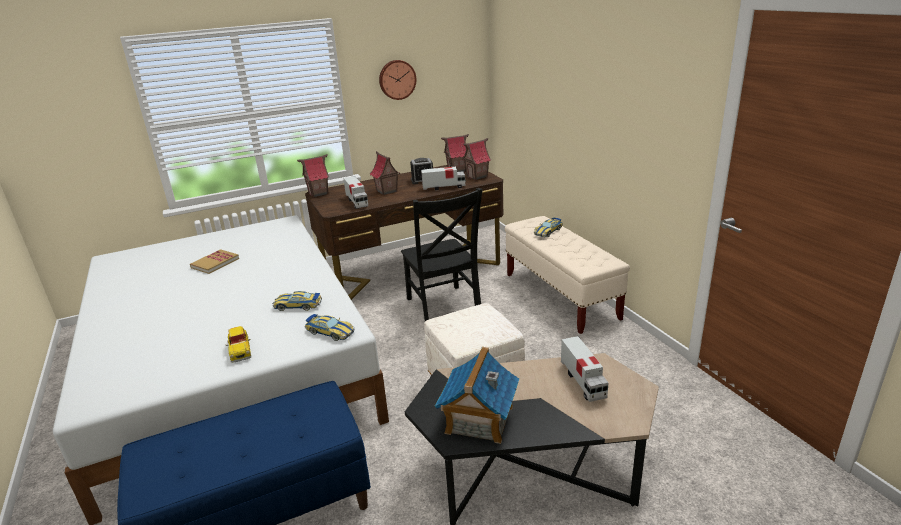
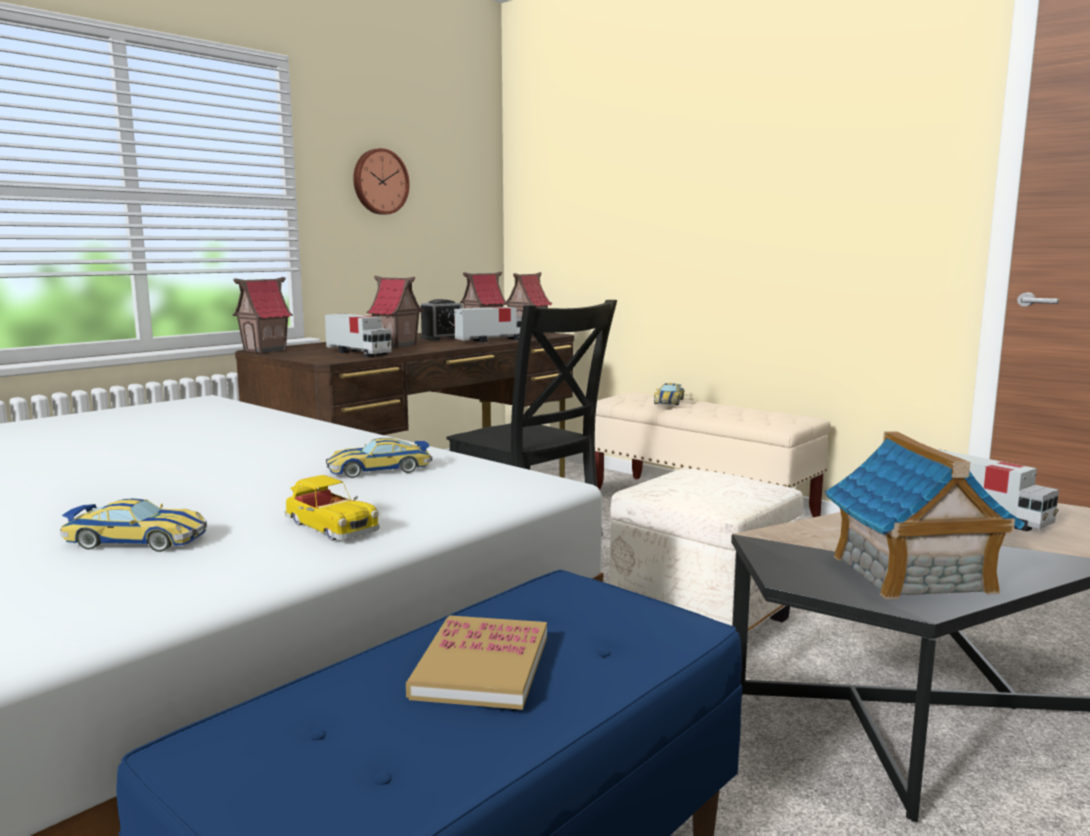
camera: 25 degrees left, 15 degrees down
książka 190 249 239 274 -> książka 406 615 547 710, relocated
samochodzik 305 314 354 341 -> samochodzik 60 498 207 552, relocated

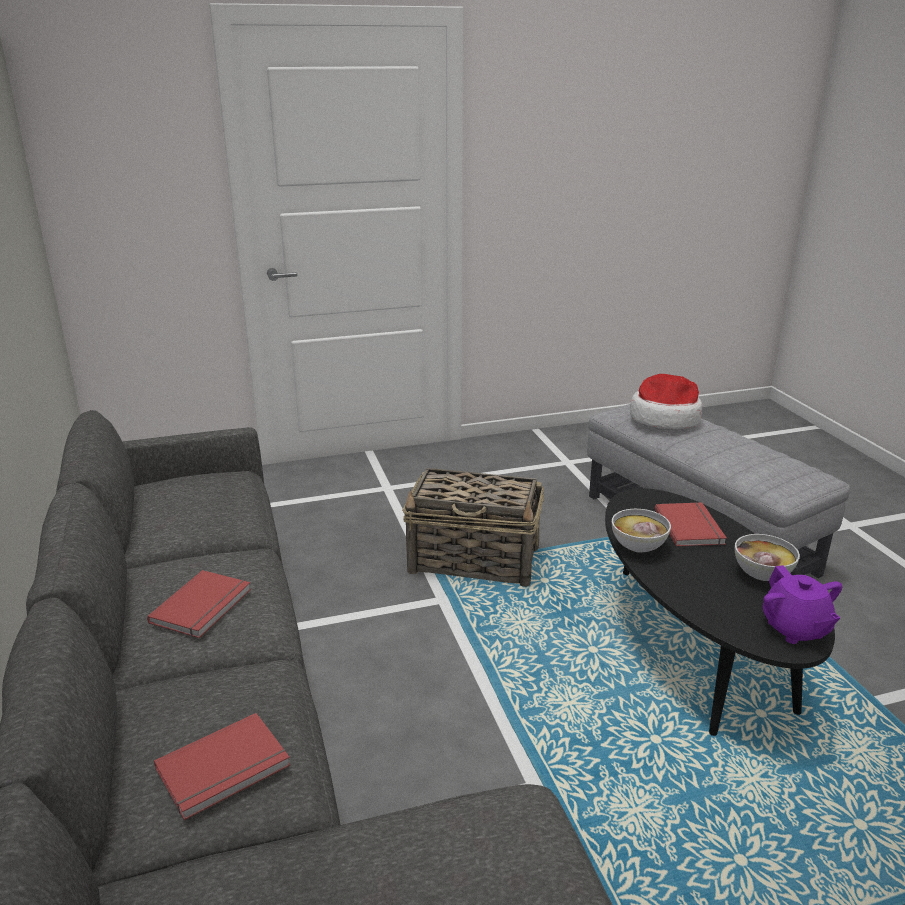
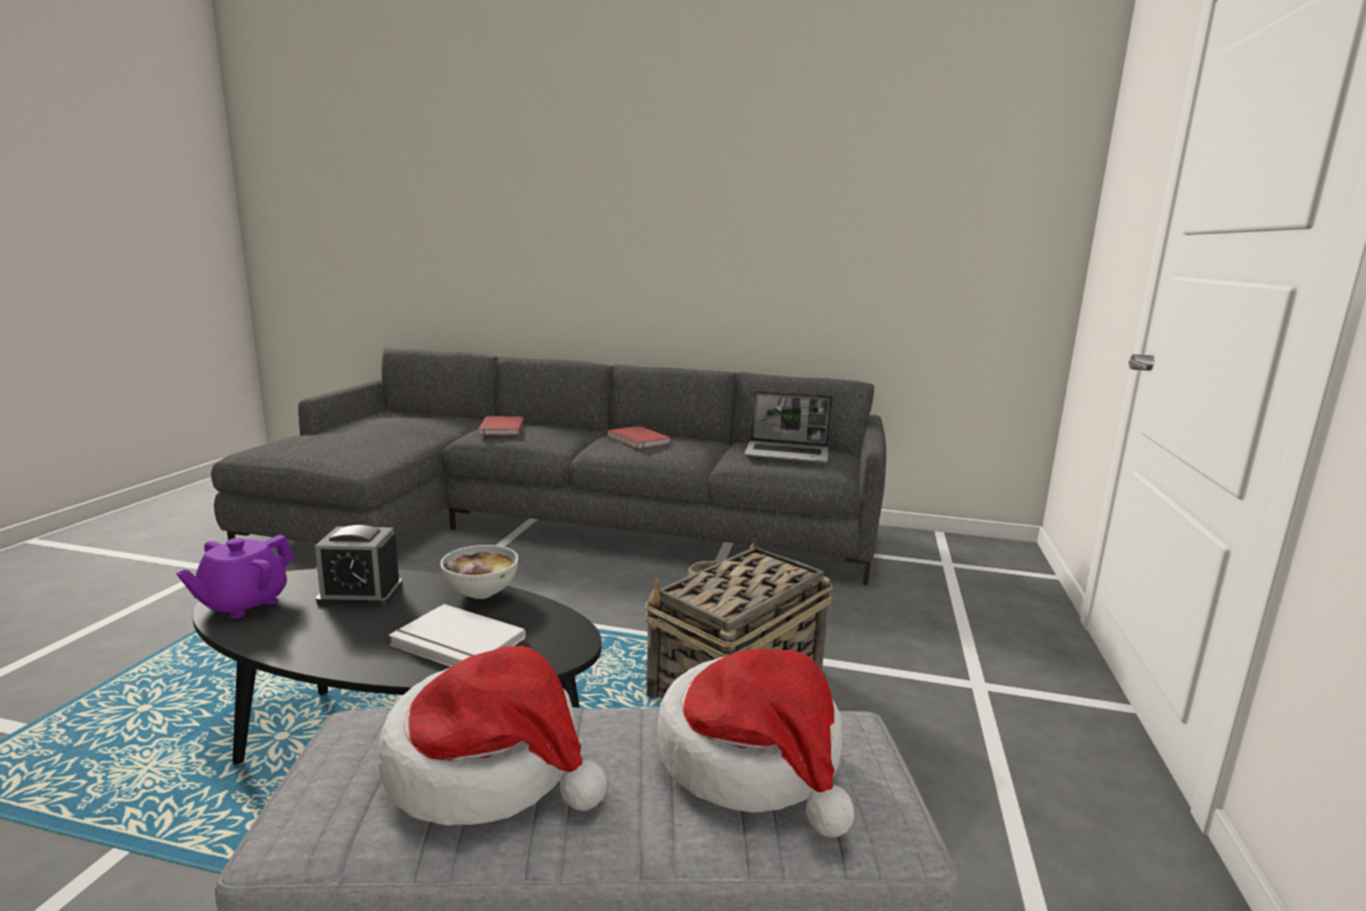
camera: 120 degrees right, 10 degrees down
książka/czerwony 655 502 727 547 -> książka/biały 389 604 526 667
miska 735 534 800 581 -> none
imbryk/fioletowy 763 565 842 644 -> imbryk/fioletowy 176 535 294 619, 75 degrees counterclockwise
none -> laptop 744 390 833 463
none -> budzik 315 525 403 606
none -> kapelusz 378 645 607 826

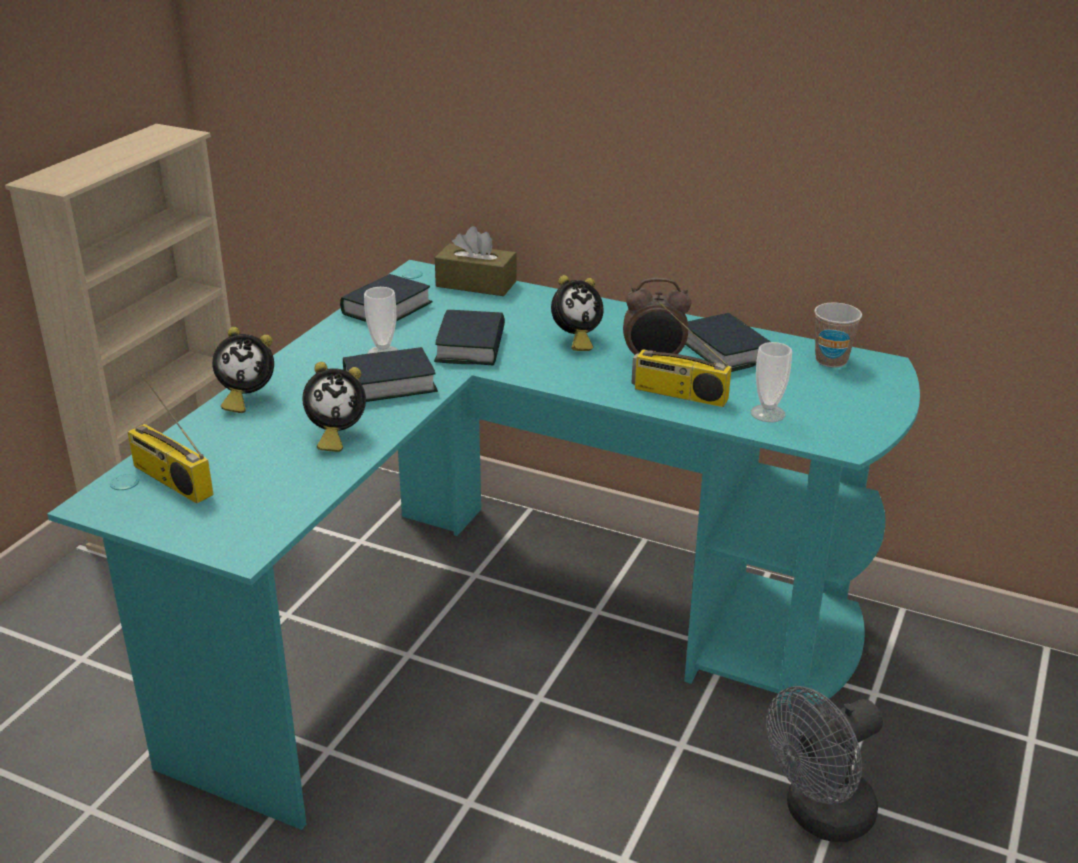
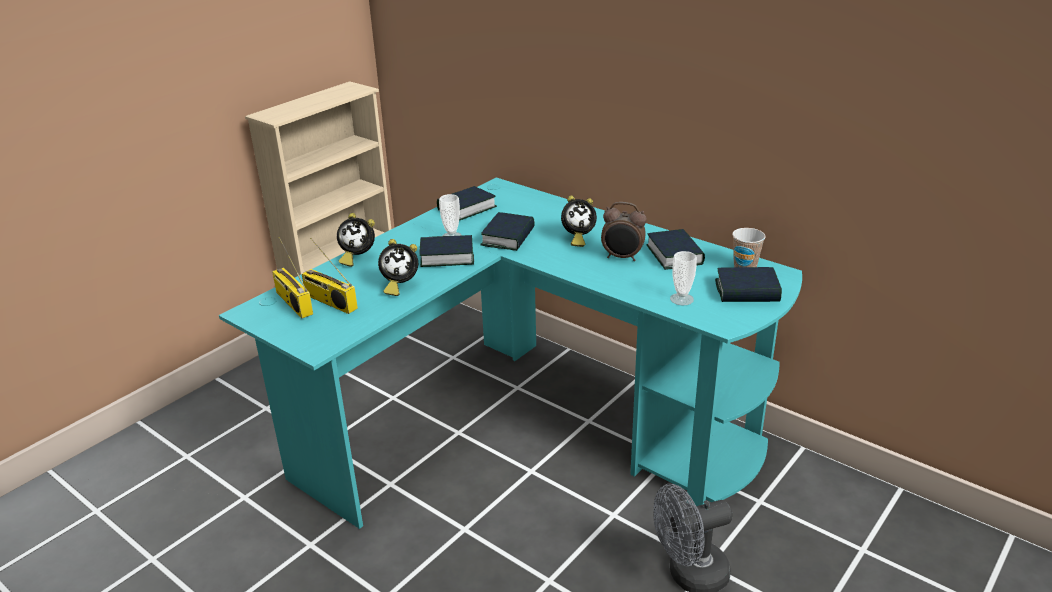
camera: 15 degrees right, 0 degrees up
pudełko chusteczek/brązowy 435 226 517 296 -> none
radio 632 301 732 407 -> radio 302 238 358 314, relocated
none -> książka 715 267 782 302

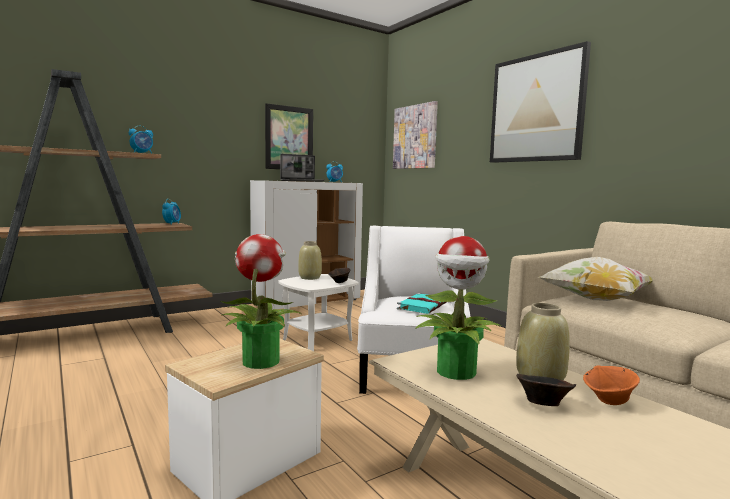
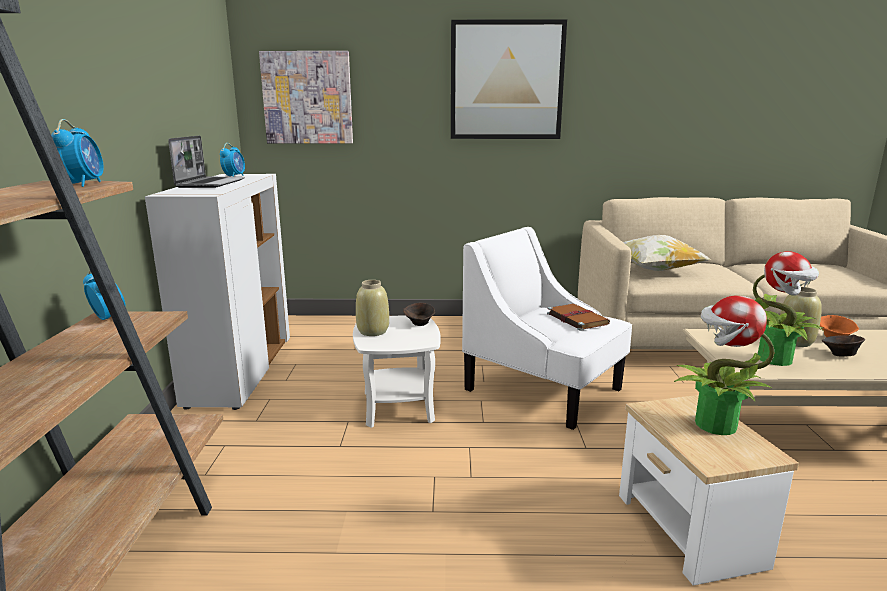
camera: 55 degrees left, 10 degrees up
obraz 265 103 313 169 -> none
książka/turkusowy 397 293 447 314 -> książka/brązowy 547 304 610 331

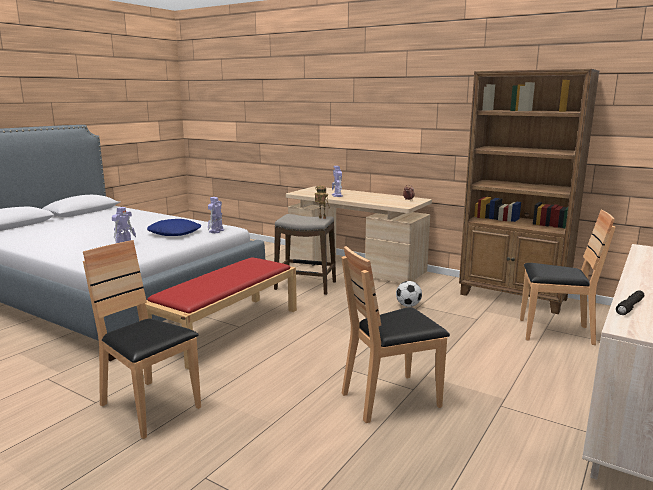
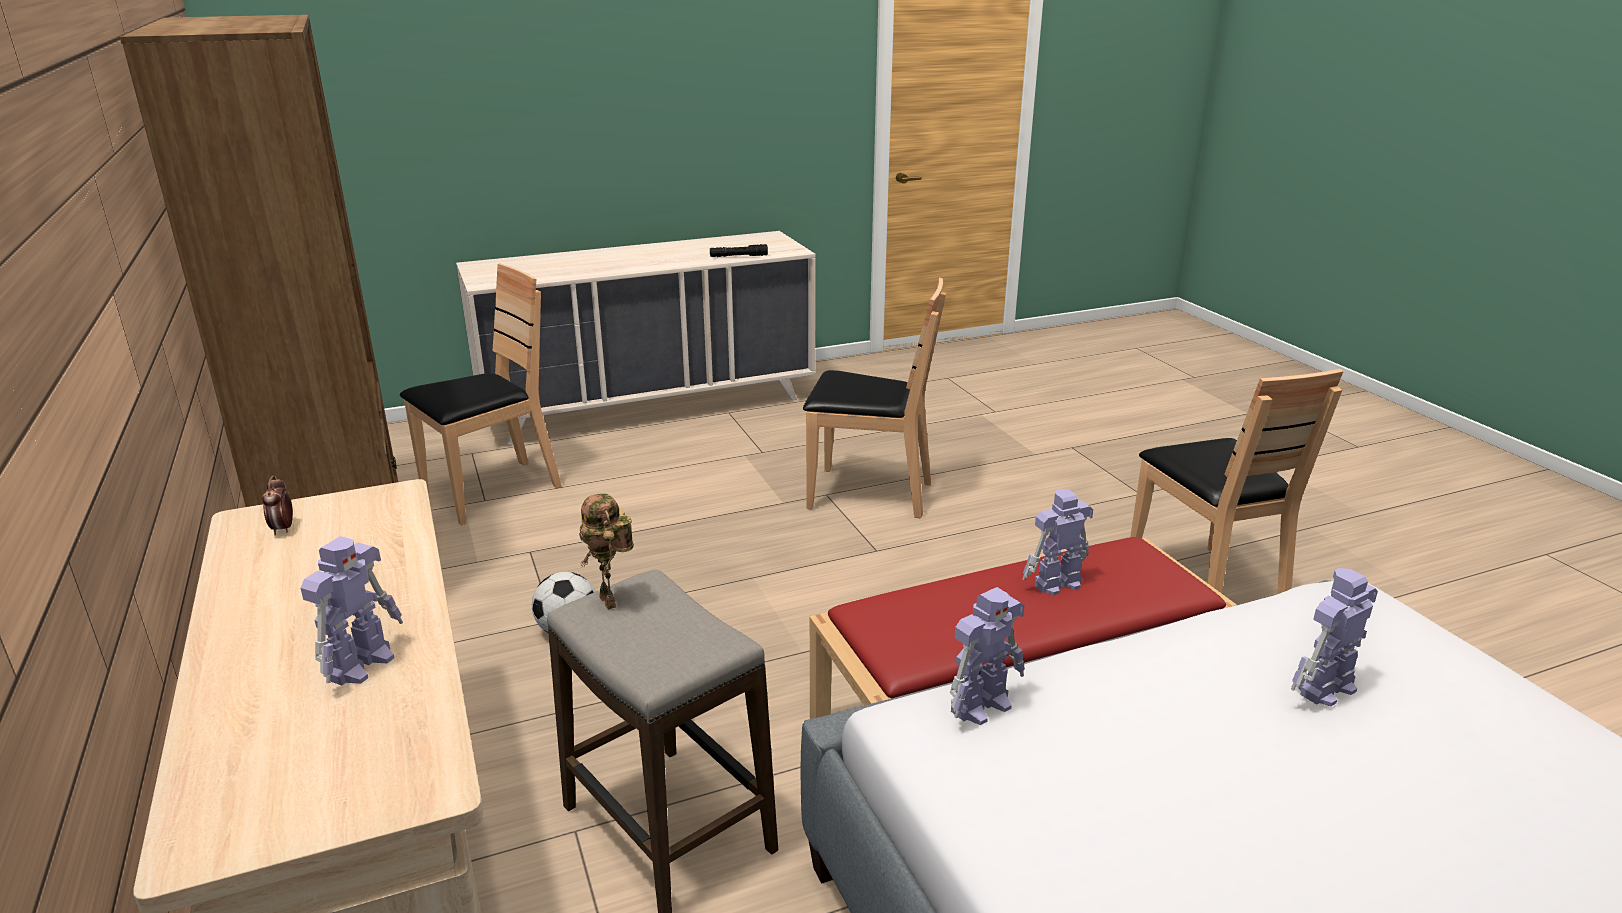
camera: 145 degrees left, 10 degrees up
krzesło/brązowy 520 210 616 345 -> krzesło/brązowy 400 264 562 525, 90 degrees clockwise
poduszka/niebieski 147 219 202 236 -> none
none -> robot zabawkowy 1022 489 1093 595

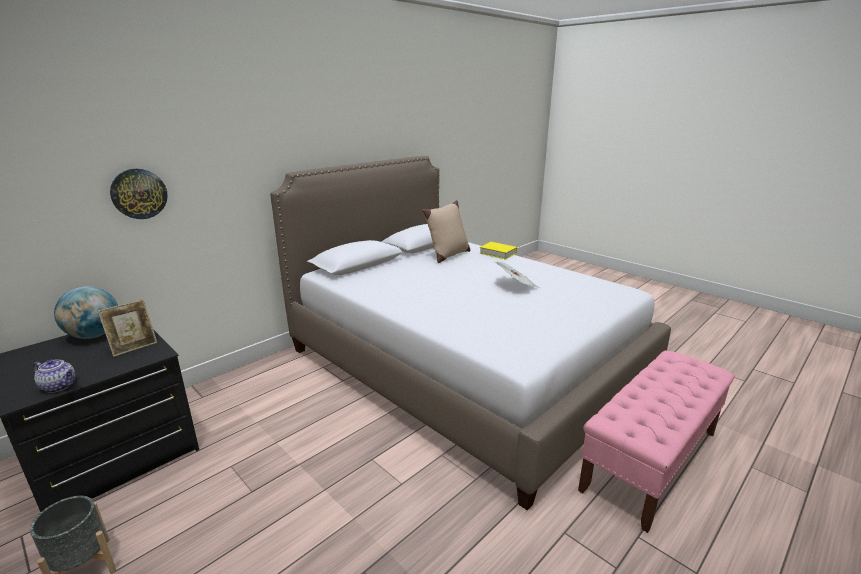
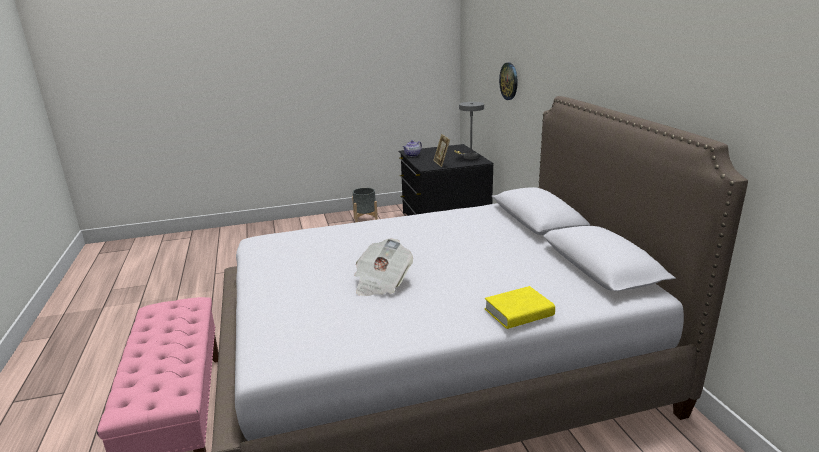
camera: 120 degrees right, 0 degrees up
poduszka/beżowy 422 200 471 263 -> none
globus 54 286 118 339 -> lampa stołowa/szary 454 102 484 159

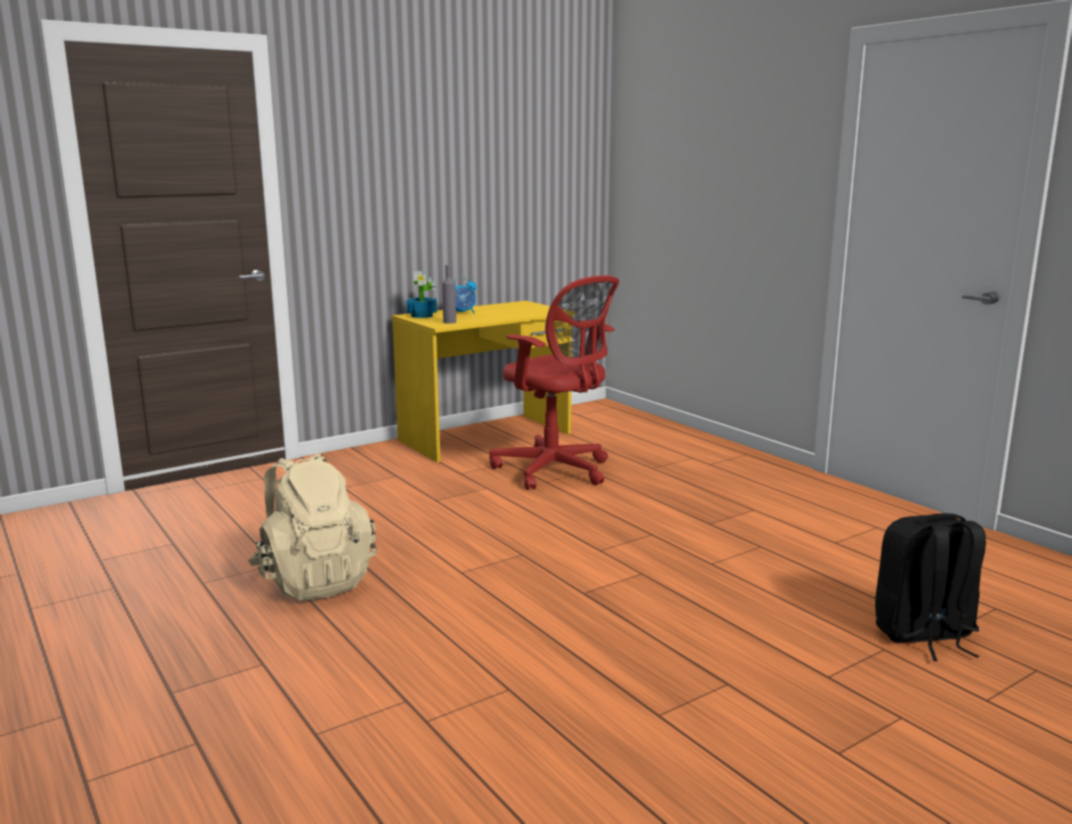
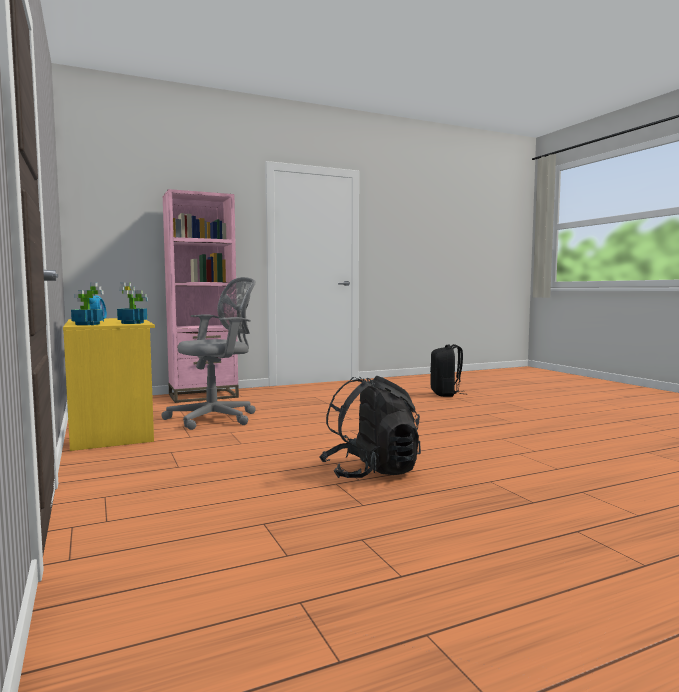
camera: 80 degrees left, 10 degrees down
butelka/szary 442 265 456 324 -> roślina doniczkowa 117 283 148 324
krzesło biurowe/czerwony 489 276 619 490 -> krzesło biurowe/szary 161 277 256 430
plecak/beżowy 248 452 377 601 -> plecak/czarny 319 375 421 478
none -> regał/różowy 163 189 239 403

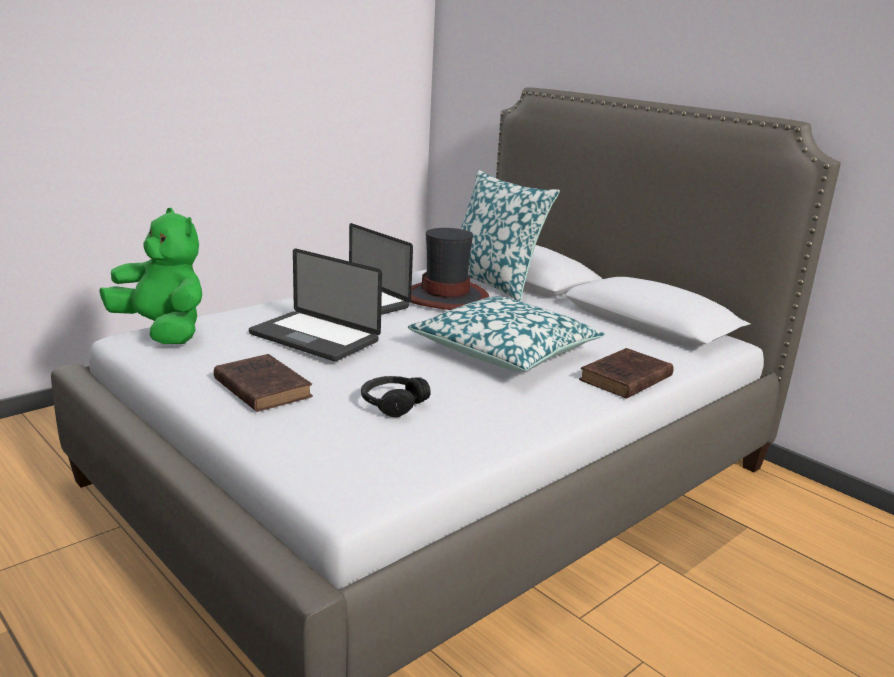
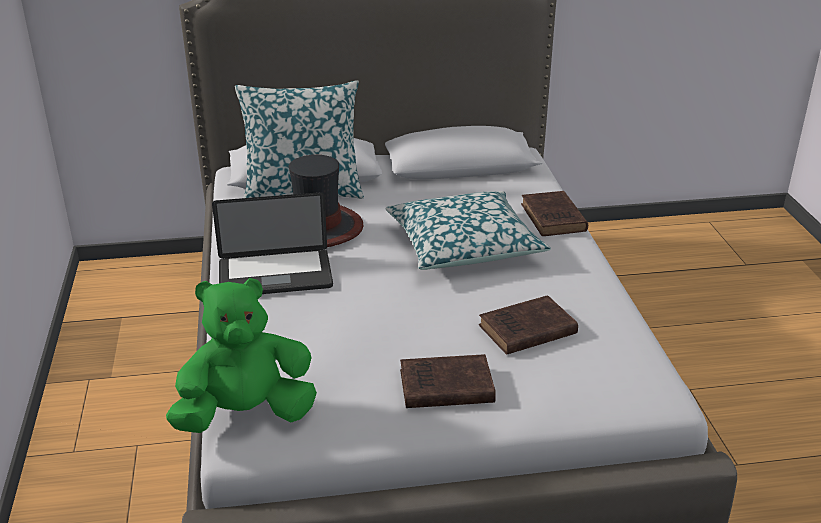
camera: 55 degrees left, 10 degrees up
laptop 249 248 382 361 -> none
słuchawki/czarny 361 376 431 417 -> książka/brązowy 479 295 578 355

